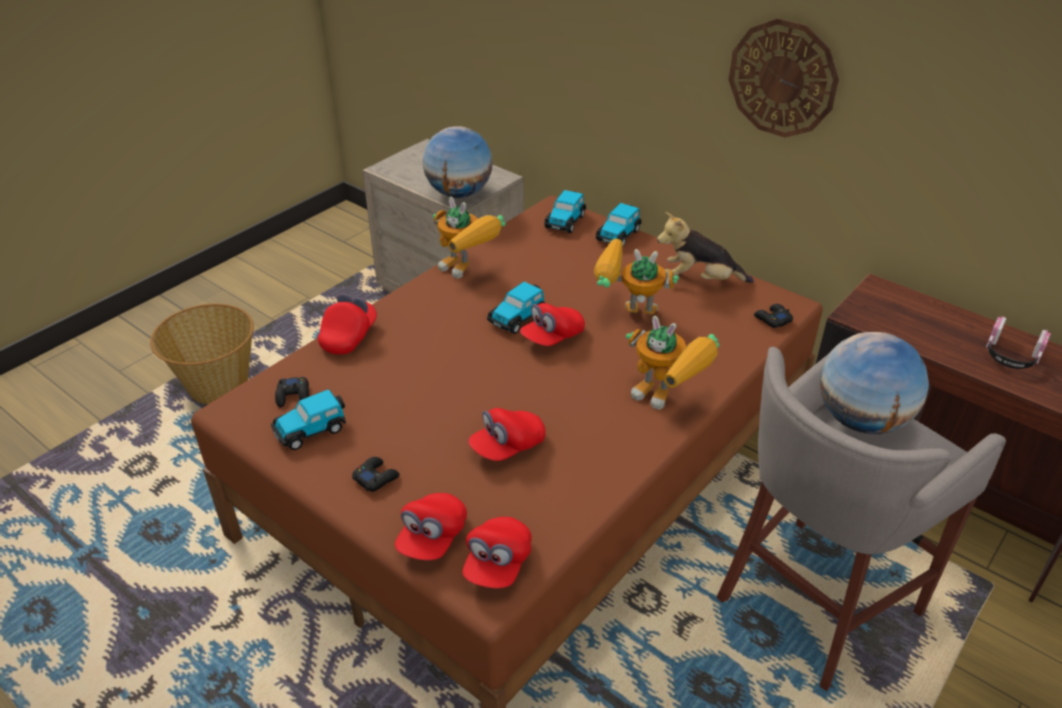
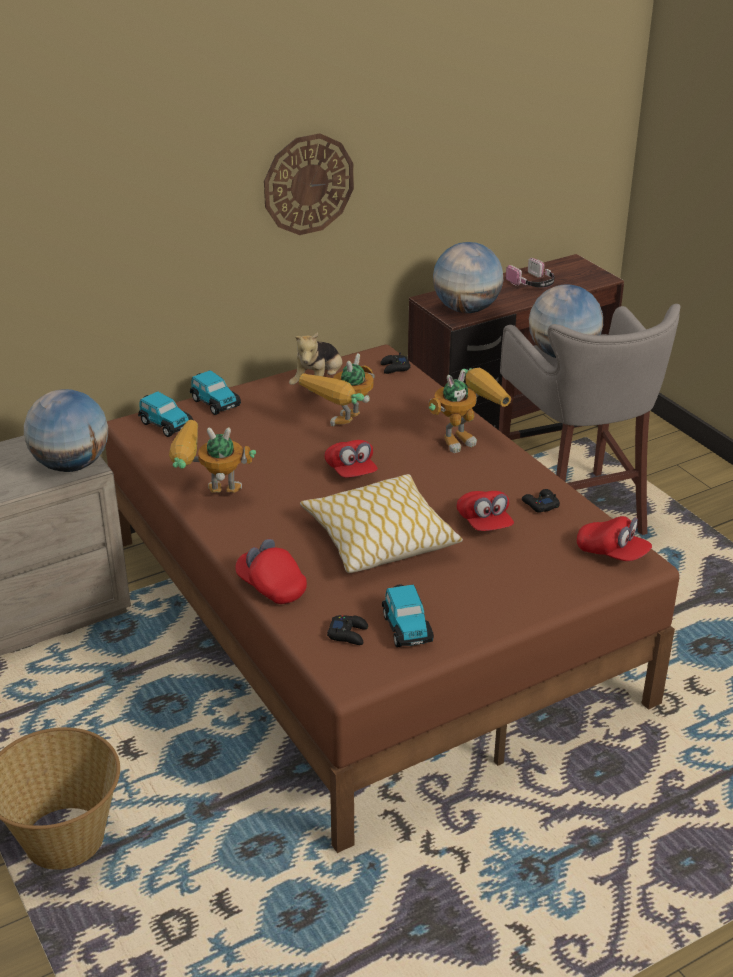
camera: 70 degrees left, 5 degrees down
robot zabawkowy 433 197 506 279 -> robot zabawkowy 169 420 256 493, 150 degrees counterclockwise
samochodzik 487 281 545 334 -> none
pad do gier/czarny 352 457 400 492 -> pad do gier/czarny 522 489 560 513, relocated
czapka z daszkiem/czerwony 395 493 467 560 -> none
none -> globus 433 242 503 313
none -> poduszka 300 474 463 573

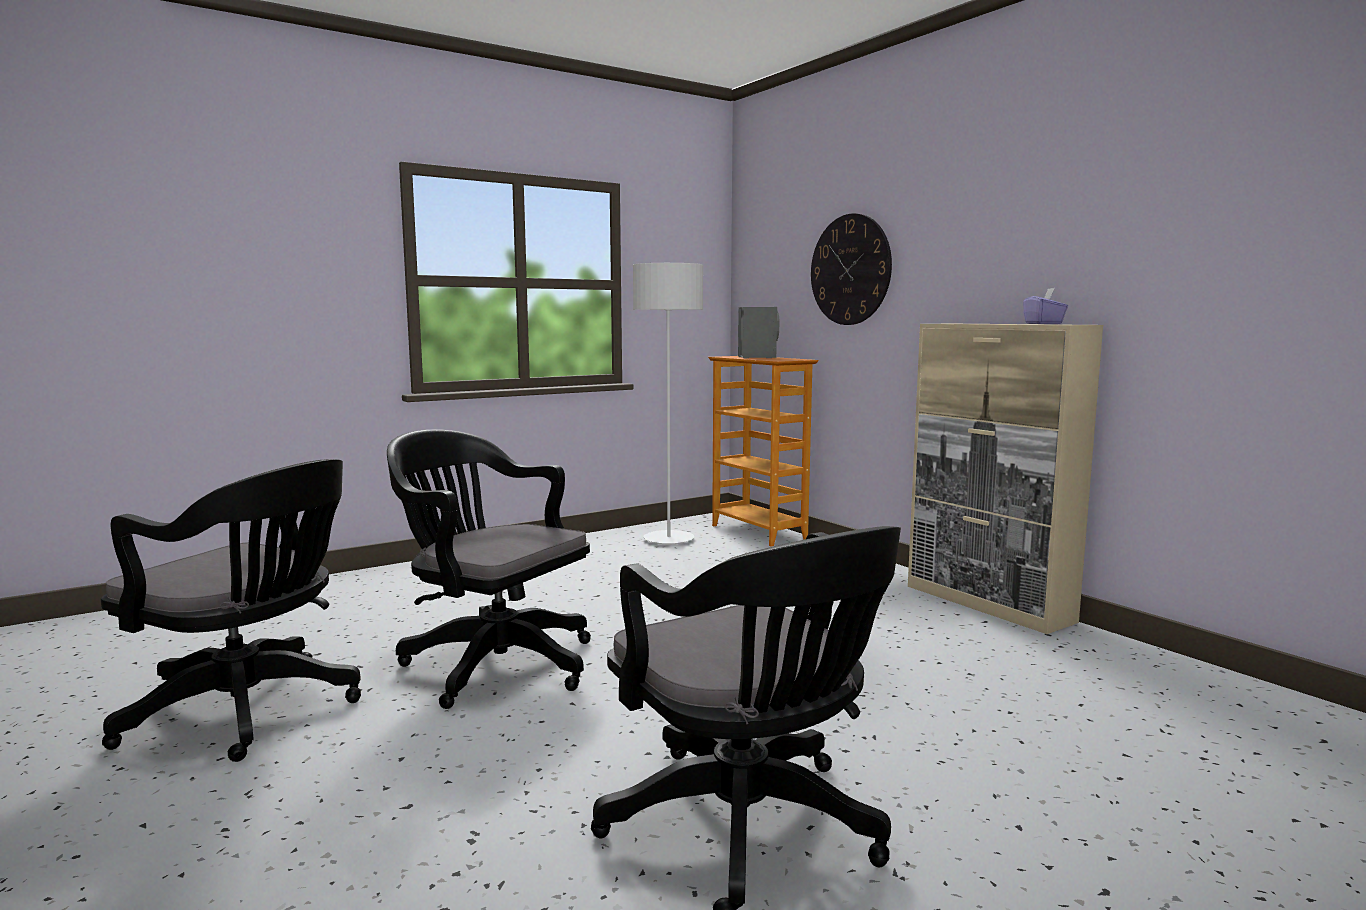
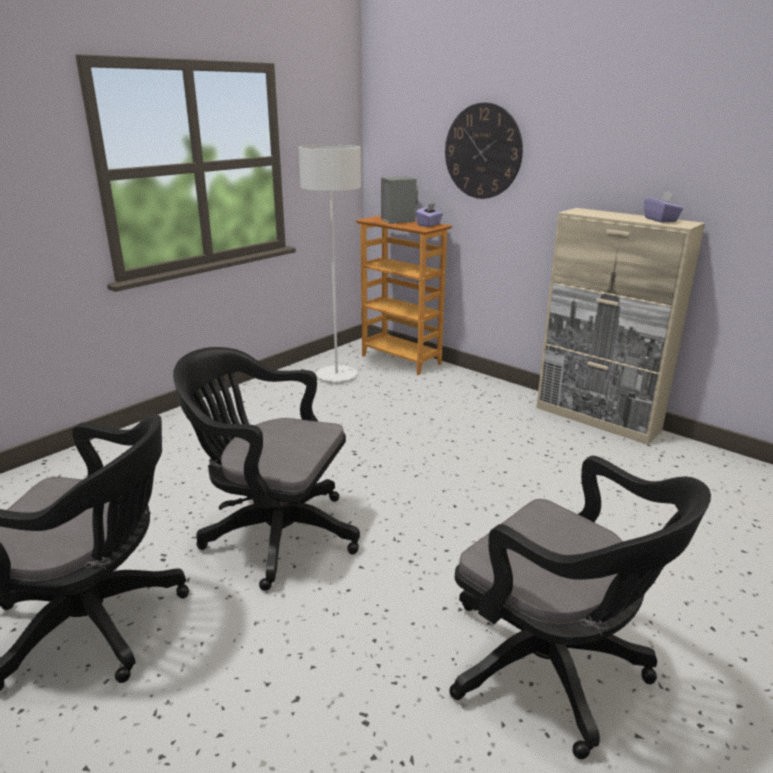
camera: 15 degrees left, 15 degrees up
none -> pudełko chusteczek/fioletowy 416 203 443 227

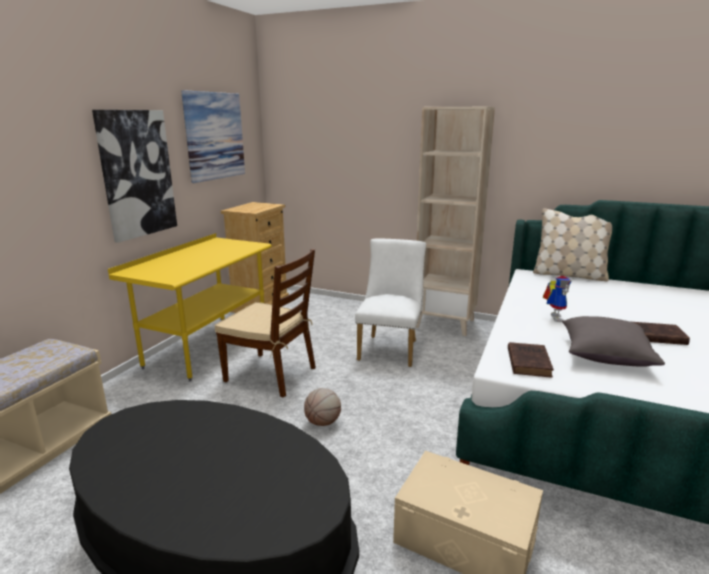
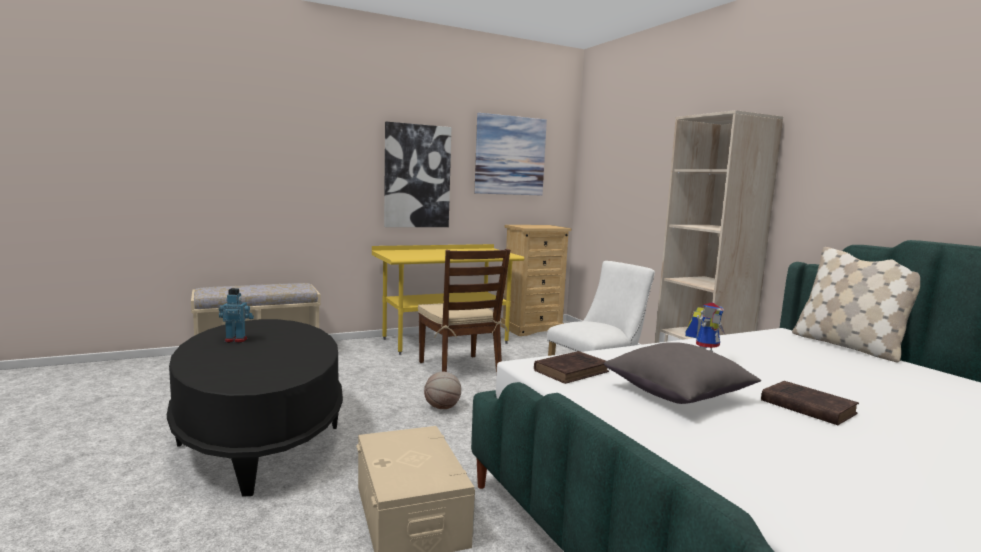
camera: 40 degrees right, 10 degrees down
none -> robot zabawkowy 219 288 254 343

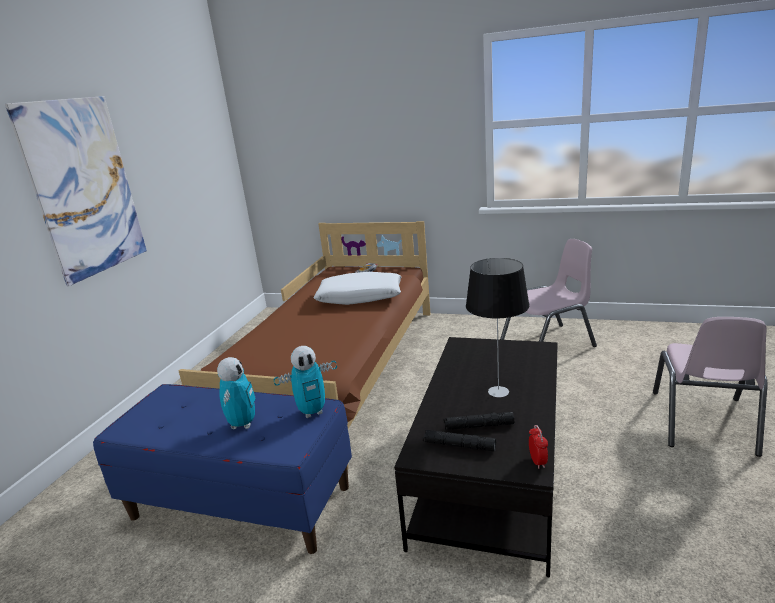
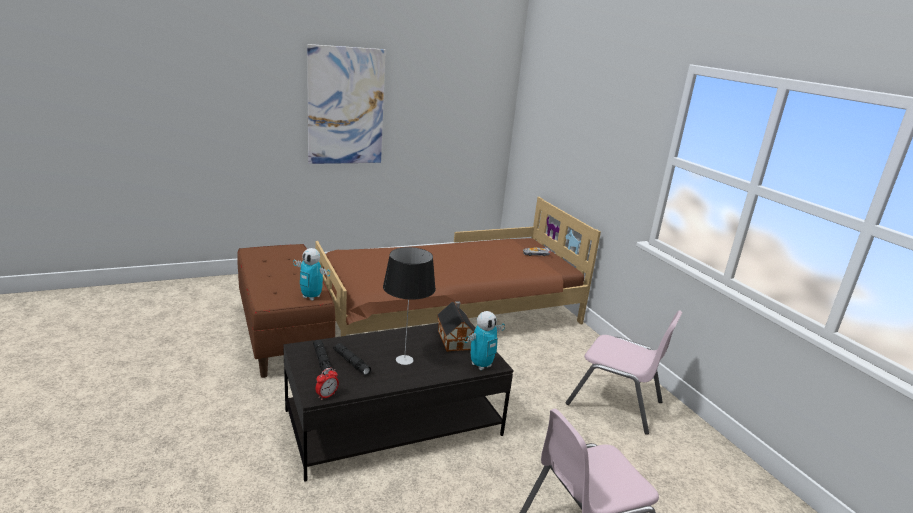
camera: 45 degrees right, 0 degrees up
poduszka/biały 314 272 401 305 -> none
robot zabawkowy 217 357 256 429 -> robot zabawkowy 465 311 505 370, relocated
ławka/niebieski 93 384 352 554 -> ławka/brązowy 237 244 336 378
none -> domek 437 301 475 352

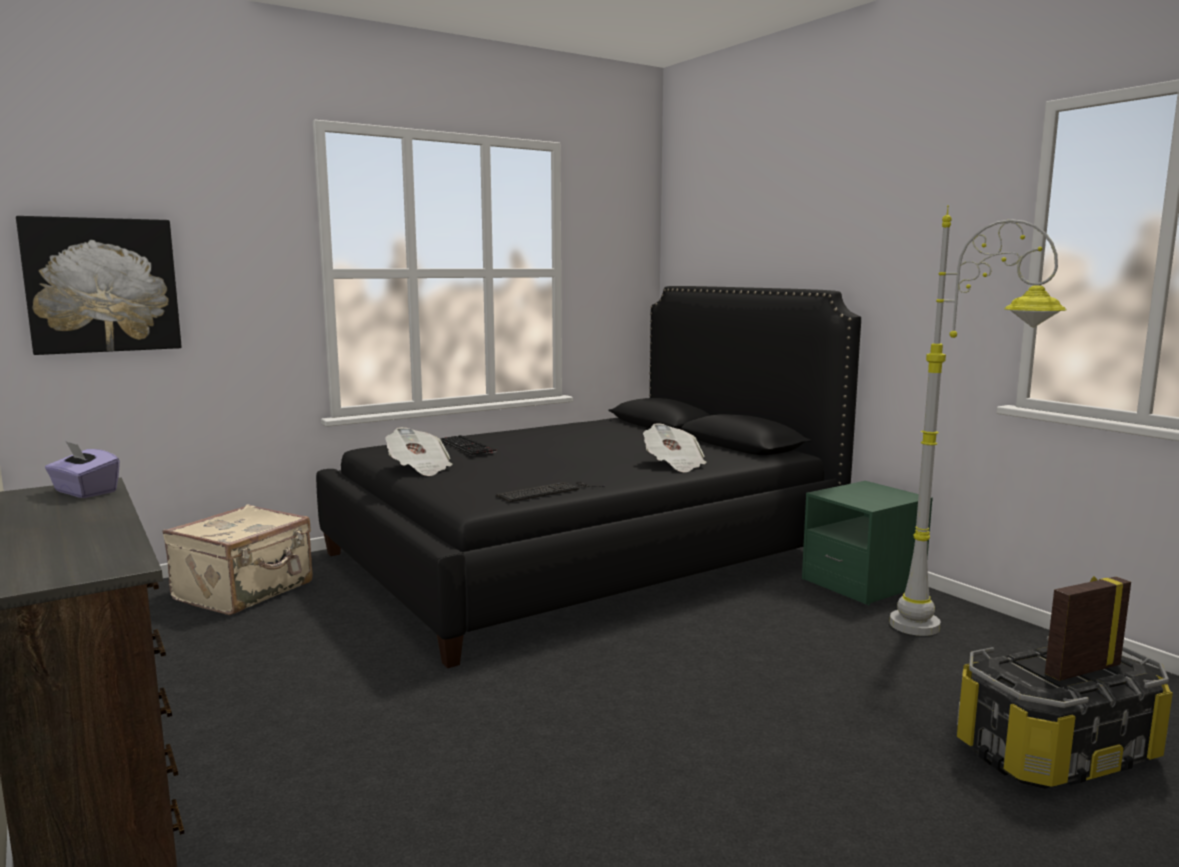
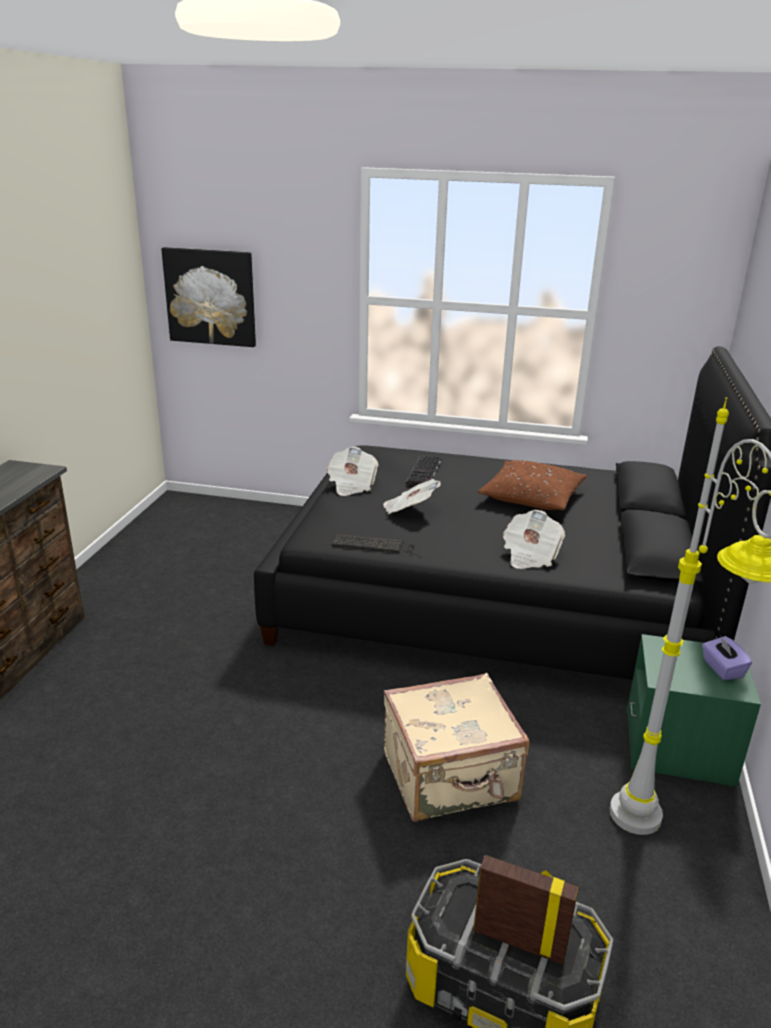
camera: 45 degrees right, 15 degrees up
pudełko chusteczek/fioletowy 45 441 120 498 -> pudełko chusteczek/fioletowy 702 636 752 680, relocated
walizka/beżowy 163 505 313 615 -> walizka/beżowy 384 673 529 822, relocated
none -> poduszka/brązowy 478 460 587 510
none -> gazeta 383 479 440 514

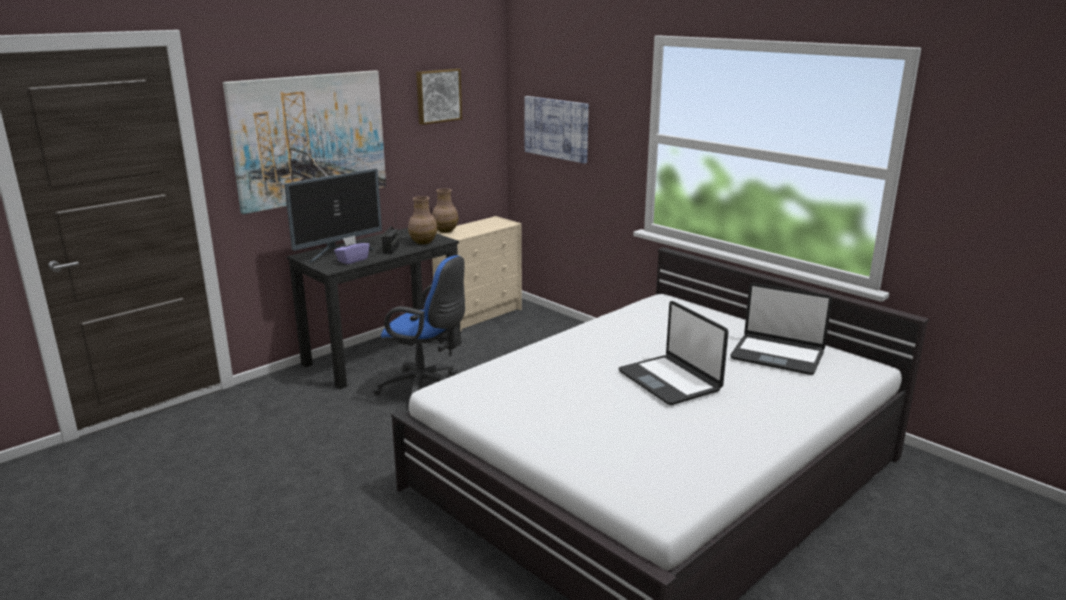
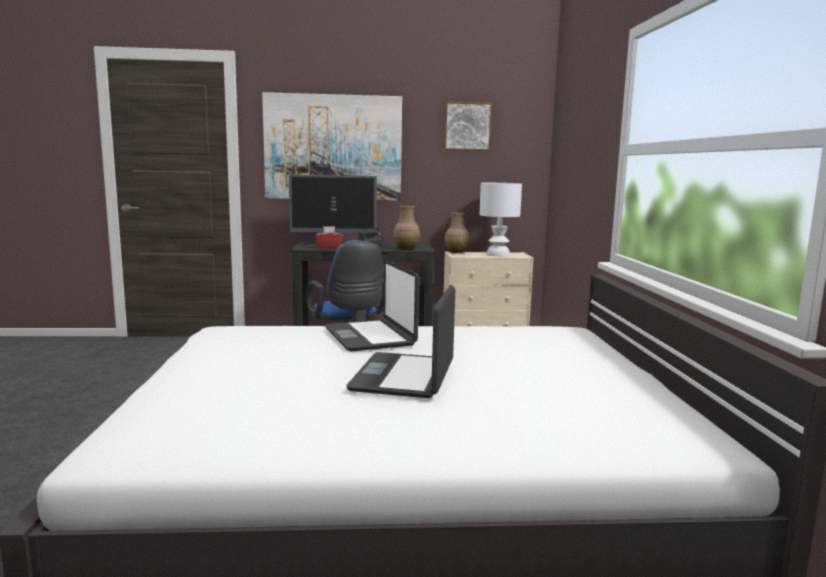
camera: 40 degrees right, 10 degrees down
obraz 524 96 589 164 -> none
pudełko chusteczek/fioletowy 334 235 370 264 -> pudełko chusteczek/czerwony 315 226 343 249
laptop 730 283 832 375 -> laptop 325 260 419 352, relocated
none -> lampa stołowa/biały 479 183 522 257

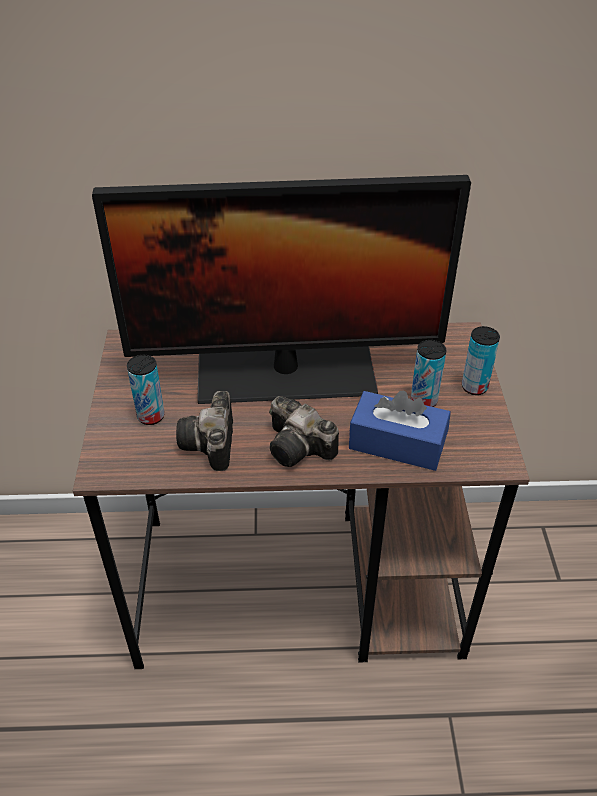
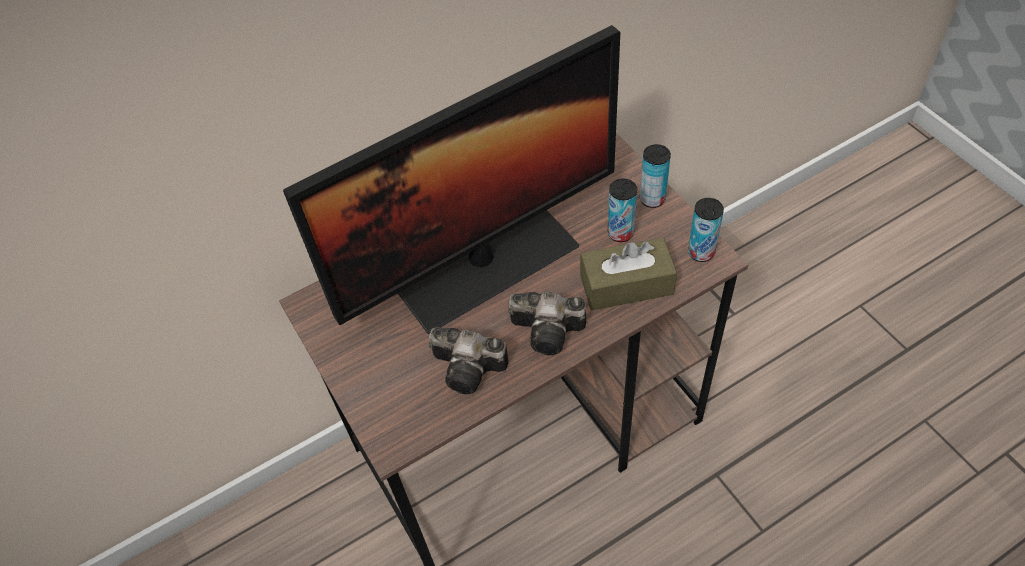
camera: 25 degrees left, 10 degrees up
puszka 127 355 165 425 -> puszka 688 198 724 262, relocated
pudełko chusteczek/niebieski 349 390 451 471 -> pudełko chusteczek/brązowy 580 238 677 310
aparat fotograficzny 176 391 233 471 -> aparat fotograficzny 429 327 509 394, 45 degrees counterclockwise

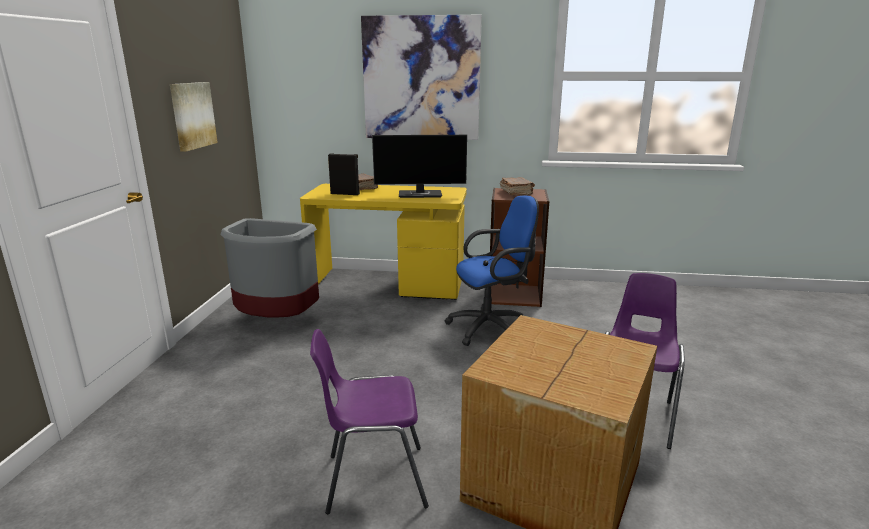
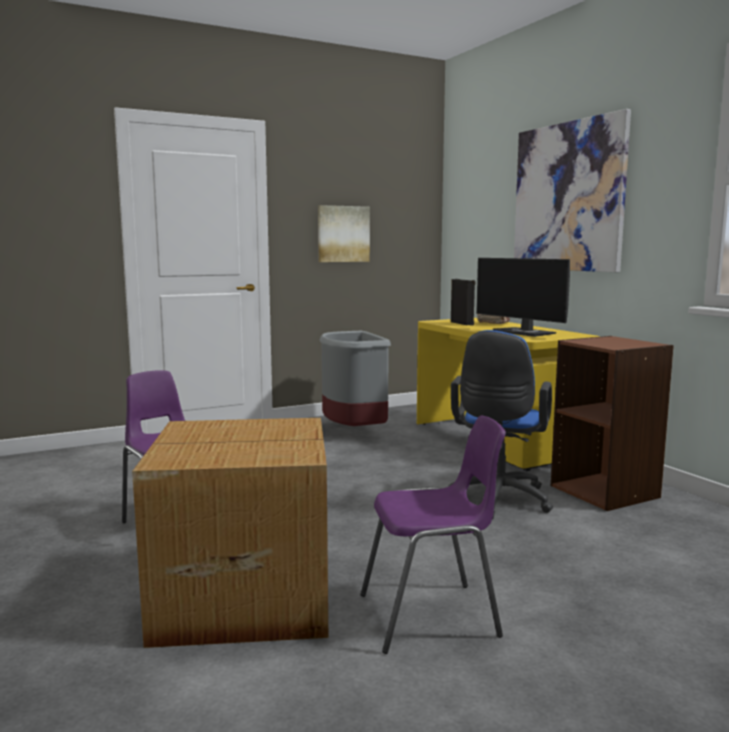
camera: 55 degrees right, 10 degrees down
książka/brązowy 500 177 535 195 -> none
krzesło biurowe/niebieski 444 195 539 346 -> krzesło biurowe/niebieski 448 330 553 520, 75 degrees clockwise

